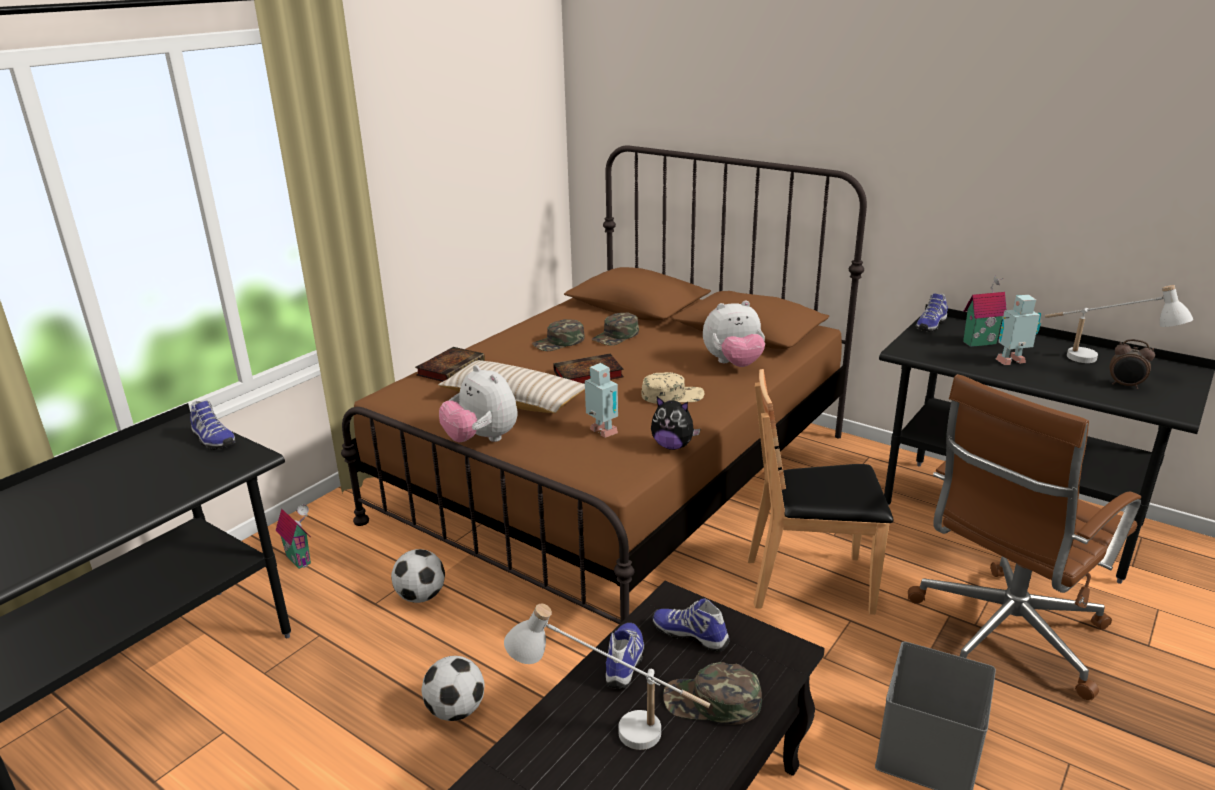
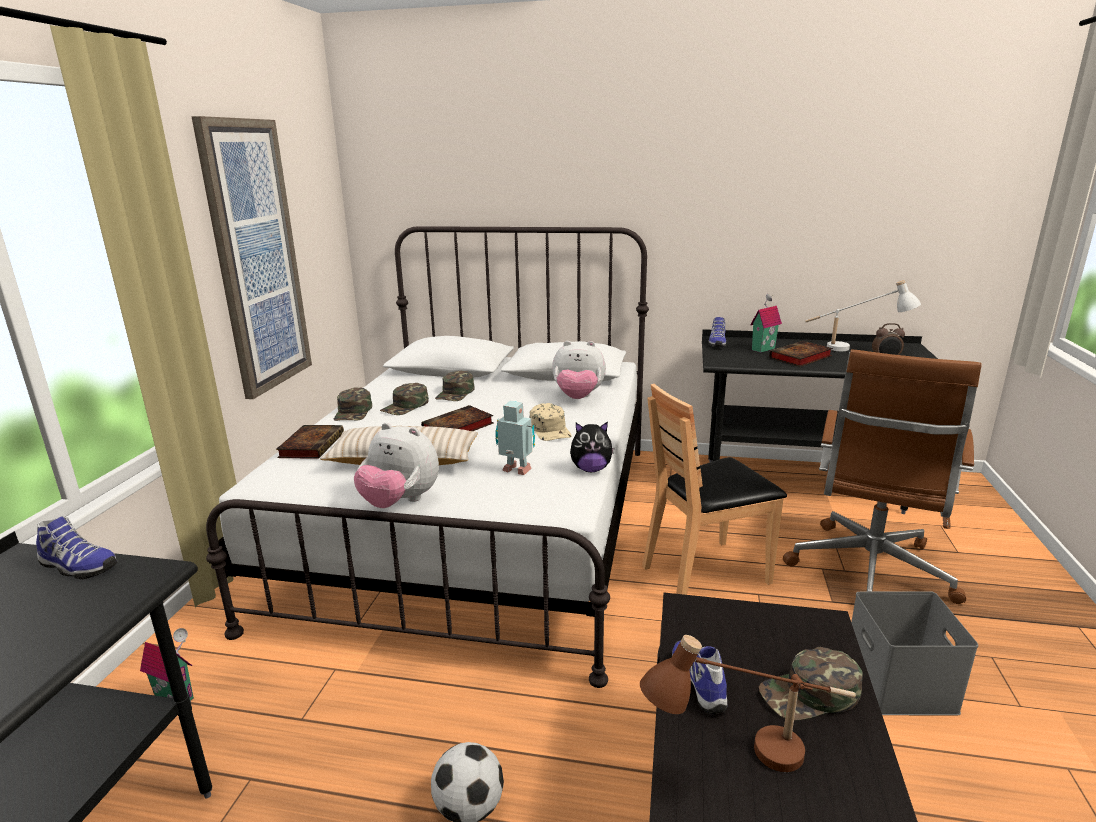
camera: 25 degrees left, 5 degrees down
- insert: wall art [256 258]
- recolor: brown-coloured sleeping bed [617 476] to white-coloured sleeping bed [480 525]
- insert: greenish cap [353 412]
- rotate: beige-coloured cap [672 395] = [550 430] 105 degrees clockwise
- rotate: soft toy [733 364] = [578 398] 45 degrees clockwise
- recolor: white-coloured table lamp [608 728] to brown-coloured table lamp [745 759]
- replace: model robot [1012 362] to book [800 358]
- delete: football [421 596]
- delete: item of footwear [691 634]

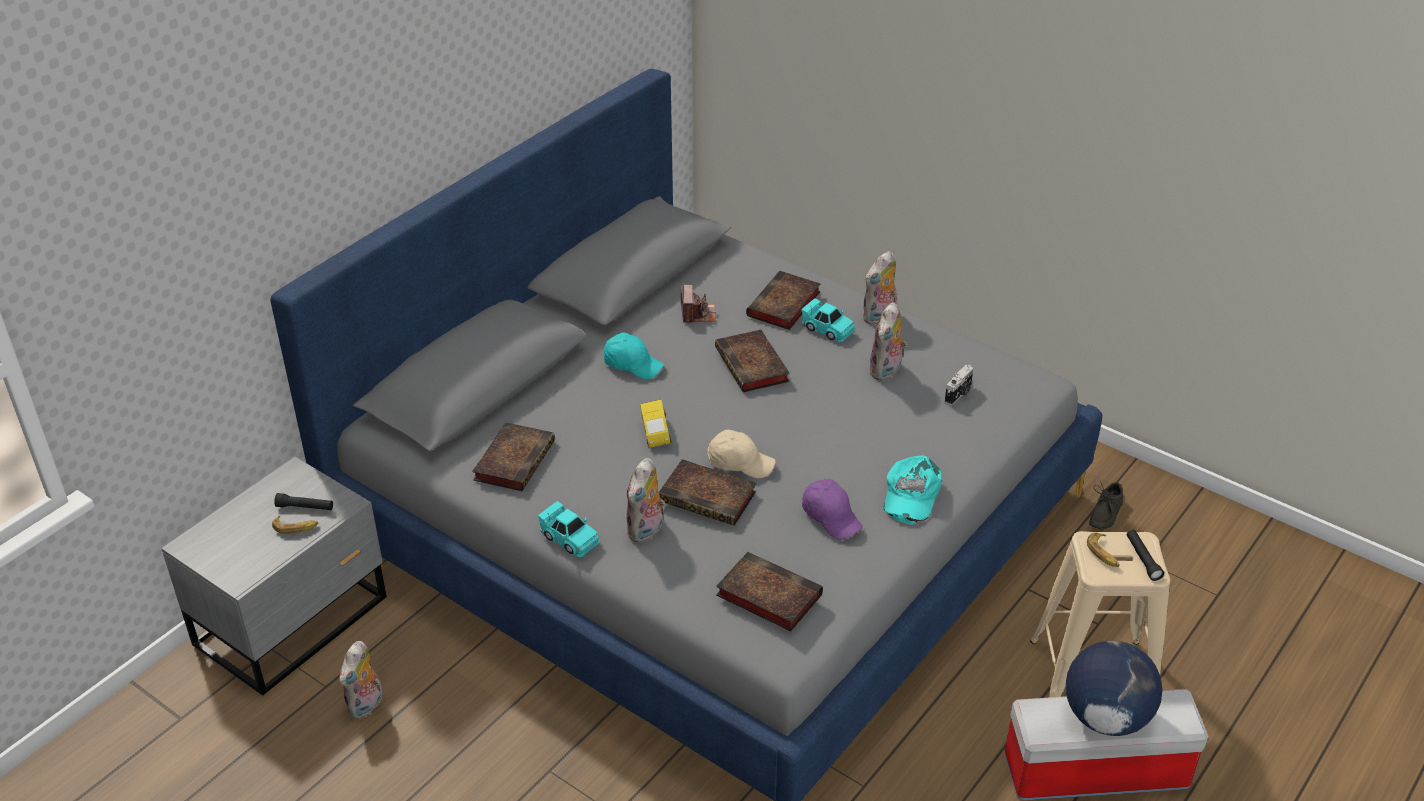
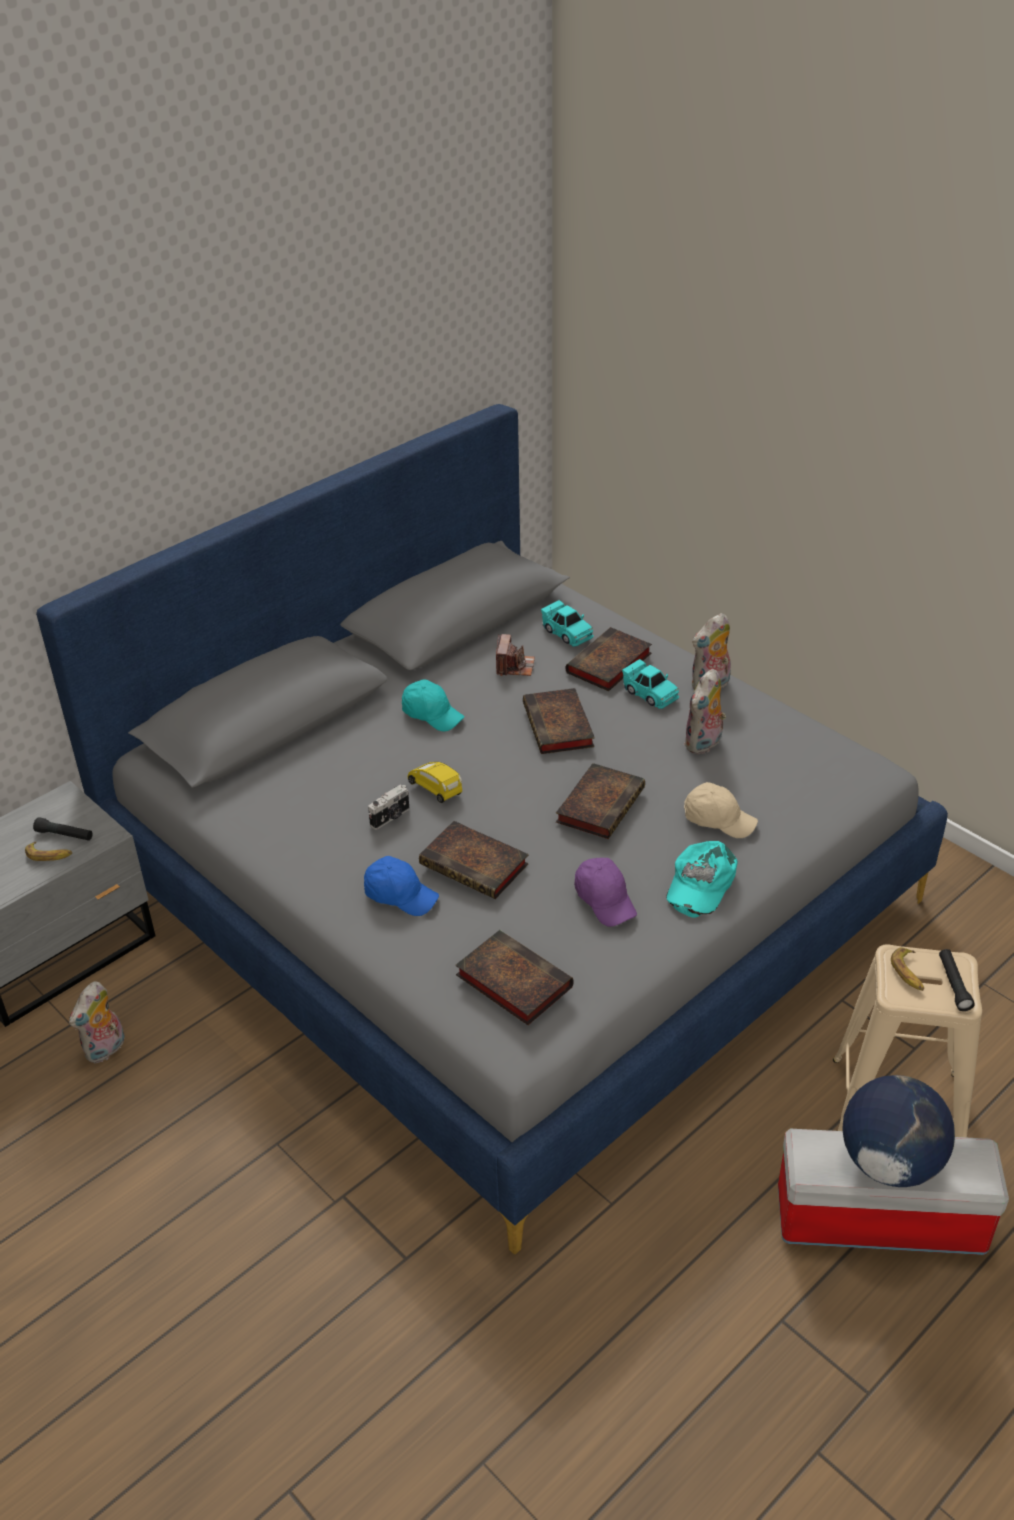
camera: 10 degrees right, 0 degrees up
- replace: soft toy [646 530] to blue cap [400 895]
- move: photo camera [959 394] to [391 817]
- rotate: yellowish model car [654 432] = [436 789] 135 degrees clockwise
- move: turquoise model car [569 538] to [567 633]
- move: book [514 459] to [600 804]
- move: beige-coloured cap [740 463] to [718 820]
- delete: gray item of footwear [1103 513]

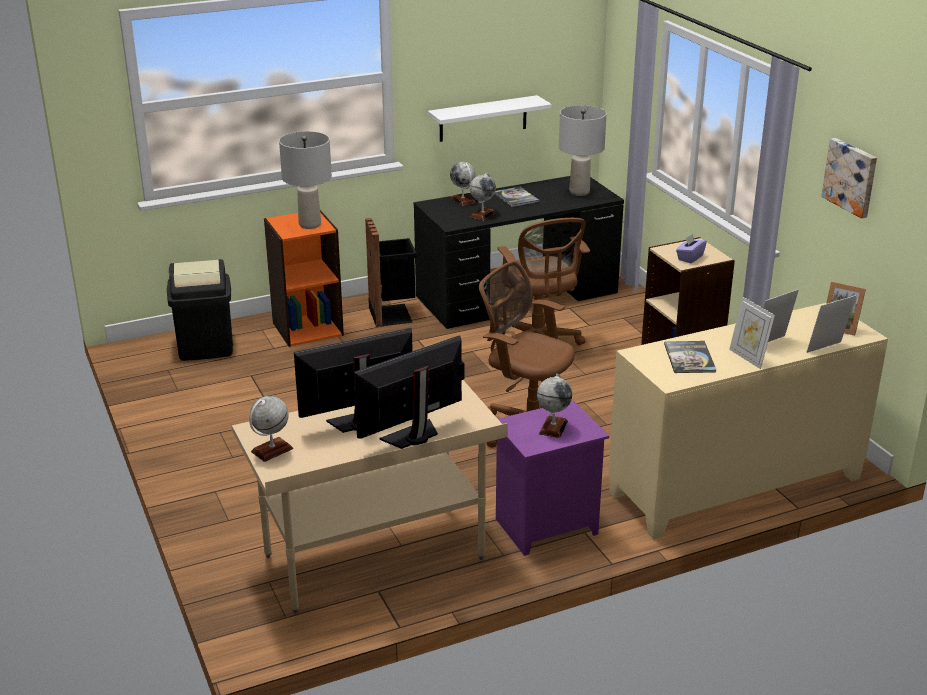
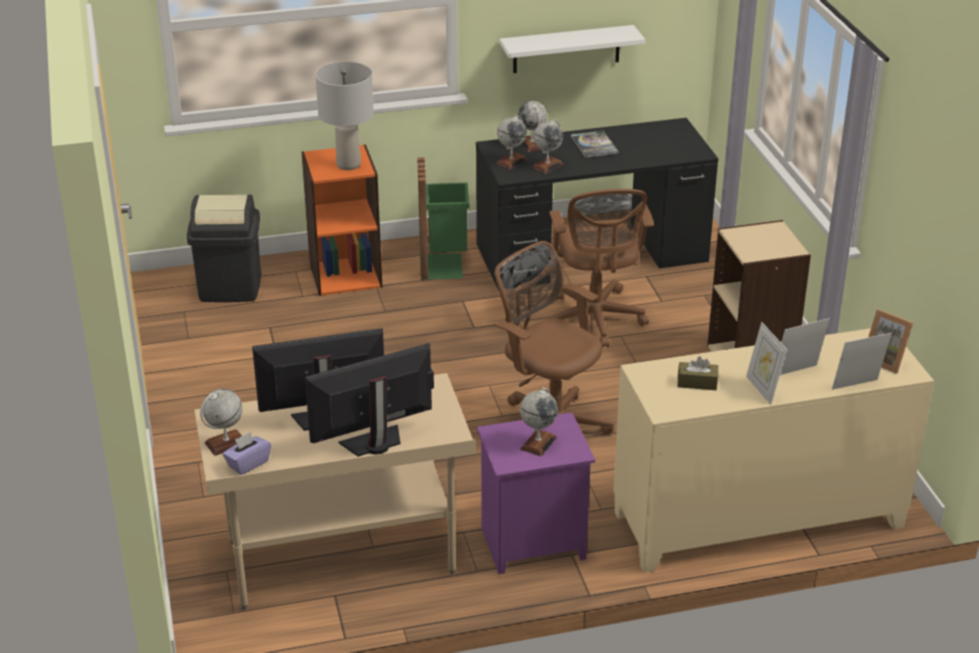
camera: 10 degrees right, 5 degrees up
- move: purplish tissue box [690 258] to [248 463]
- recolor: blackish trash can [393 314] to greenish trash can [444 266]
- insert: globe [511 161]
- replace: book [689 358] to brown-coloured tissue box [697 383]
- delete: gray table lamp [579 192]
- delete: wall art [851 177]

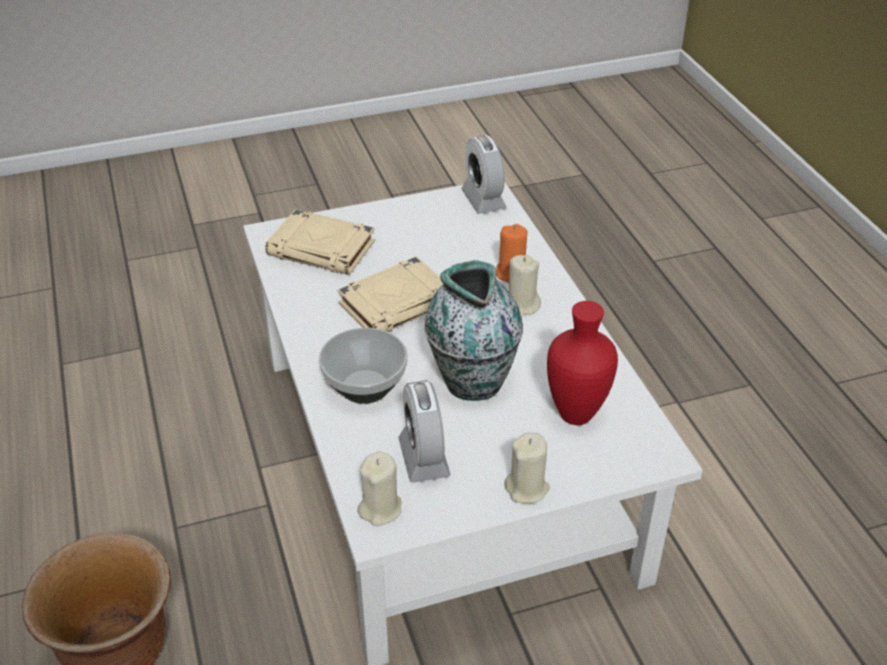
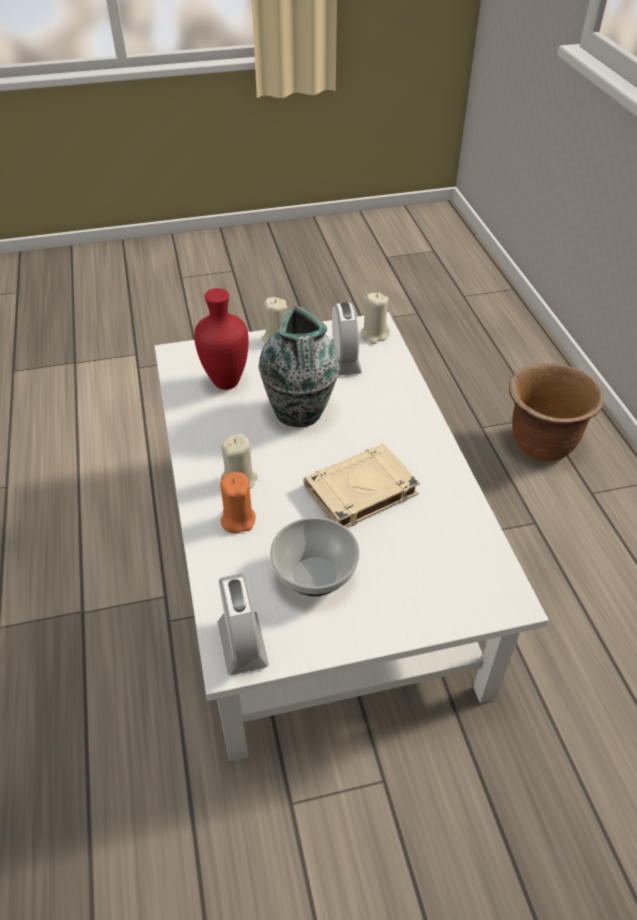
camera: 175 degrees left, 5 degrees up
- move: bowl [366 387] to [313 577]
- delete: beige-coloured book [323 249]

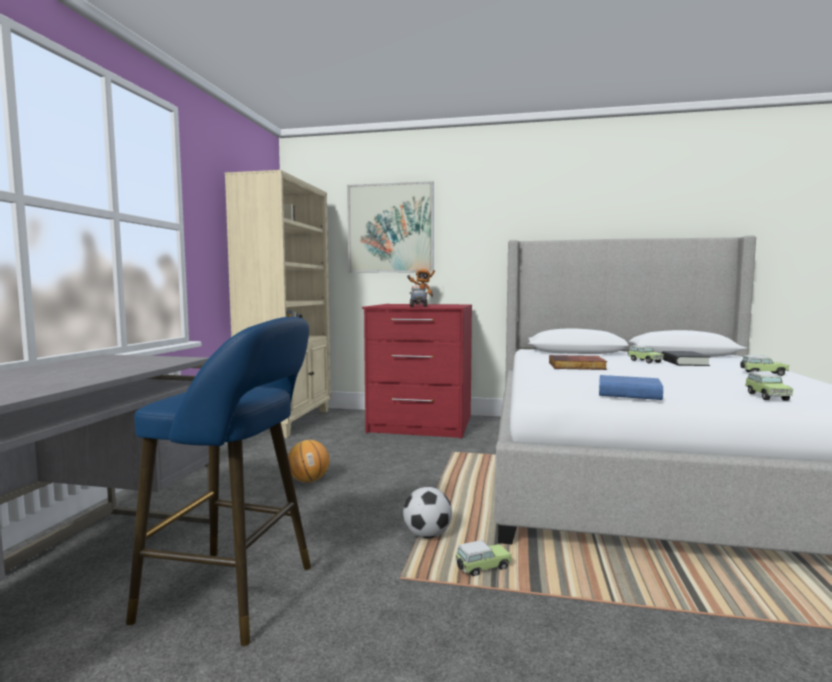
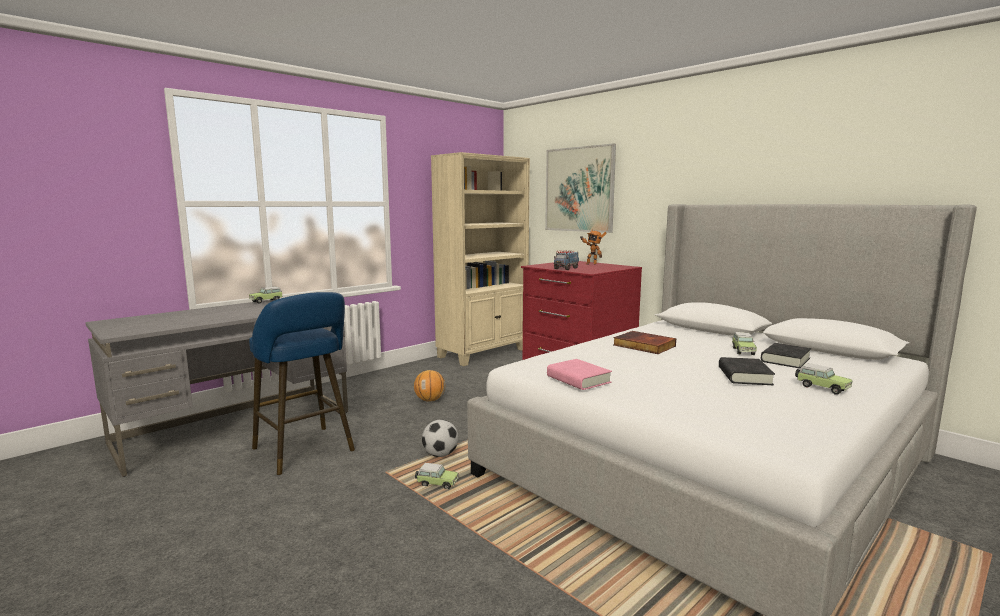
camera: 35 degrees right, 5 degrees up
- move: model car [766 396] to [267 301]
- recolor: blue book [629 393] to pink-coloured book [578 379]
- insert: blackish book [744 376]

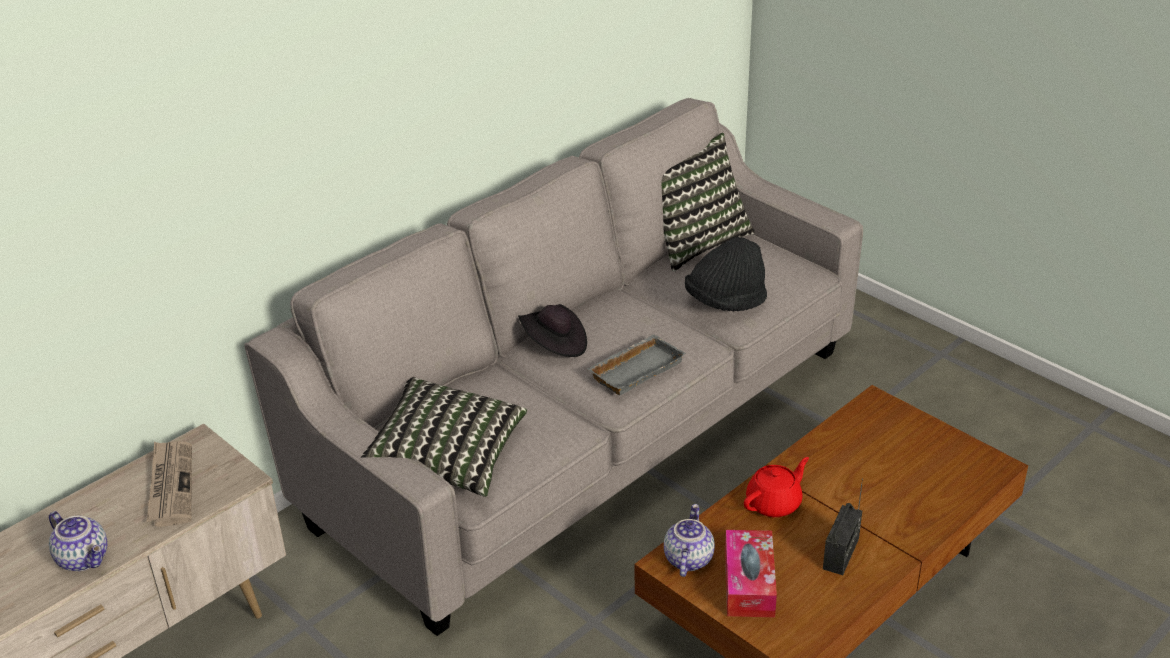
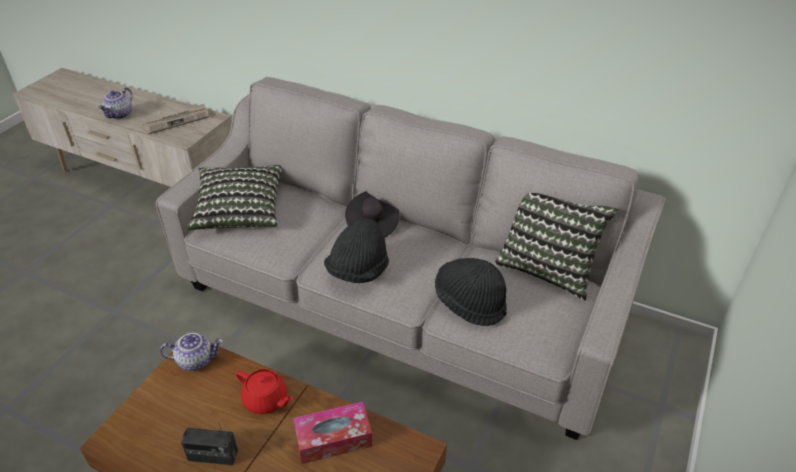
camera: 70 degrees right, 5 degrees up
- move: tissue box [749 583] to [333 439]
- replace: gray serving tray [635 369] to blackish wearable hat [358 271]

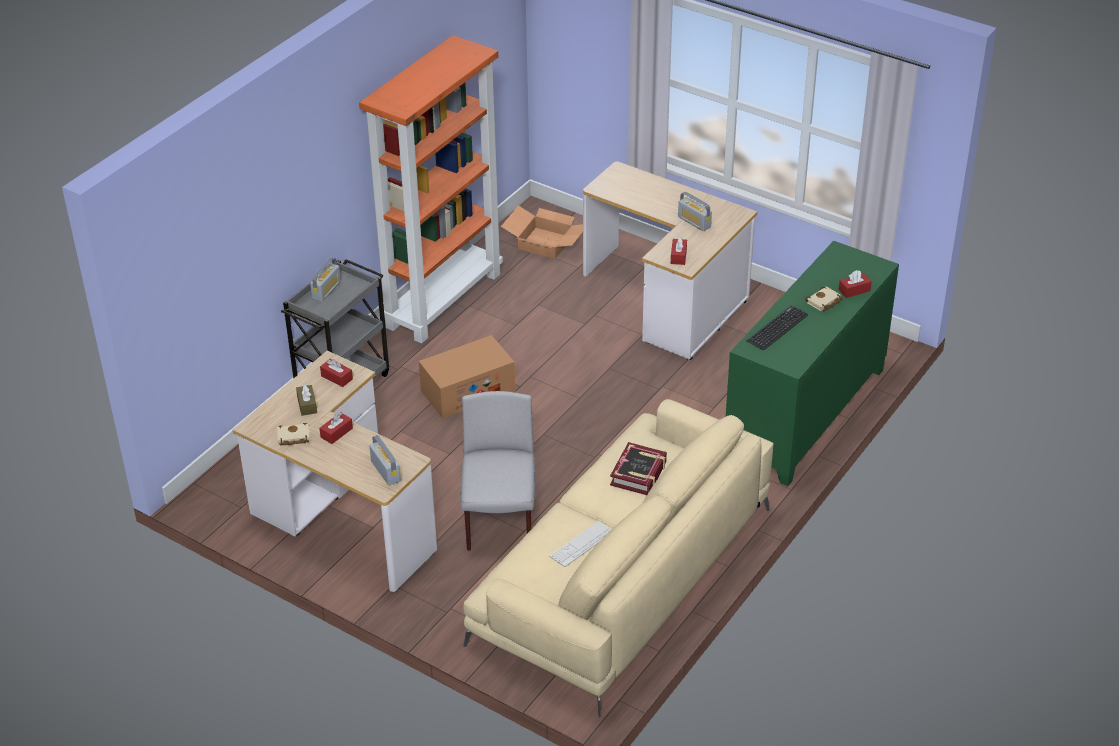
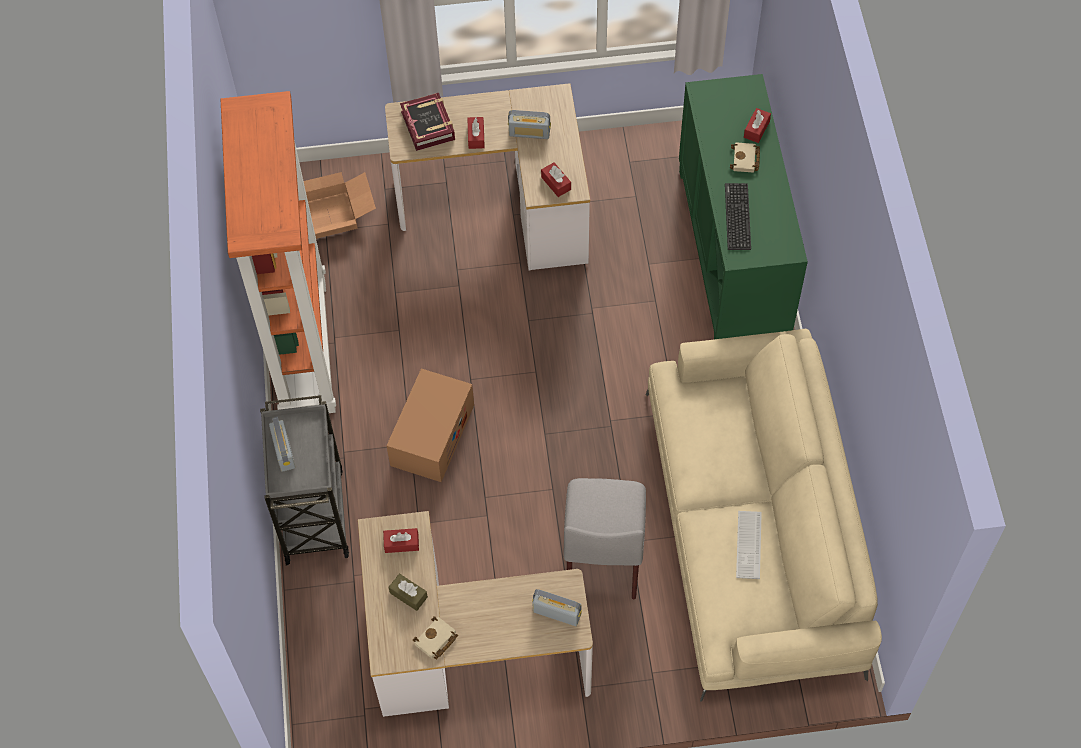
camera: 40 degrees left, 20 degrees up
- move: book [639 474] to [428 125]
- move: reddish tissue box [336 433] to [476 136]
- rotate: gray upright chair [500 522] = [603 554] 135 degrees counterclockwise

